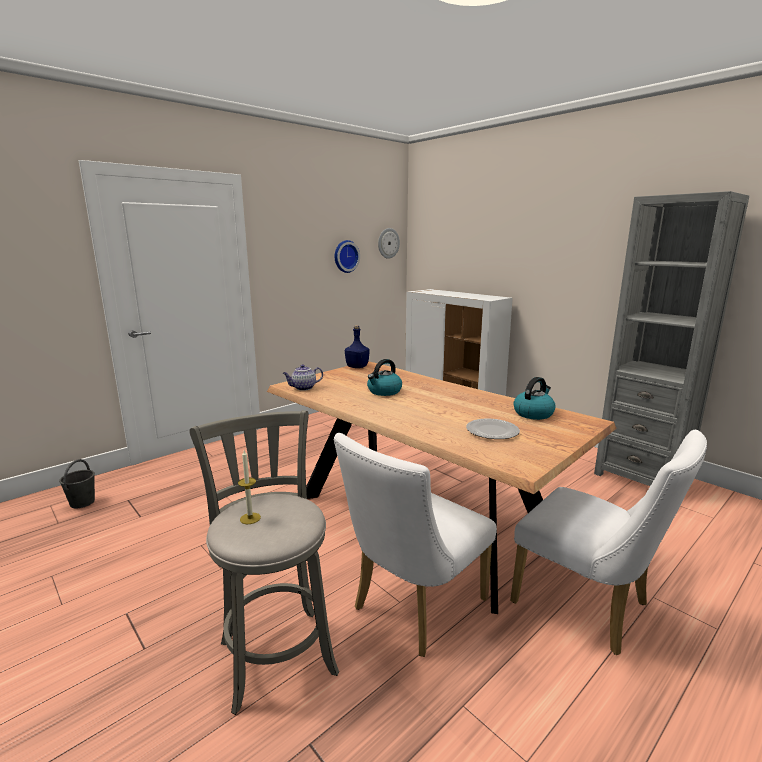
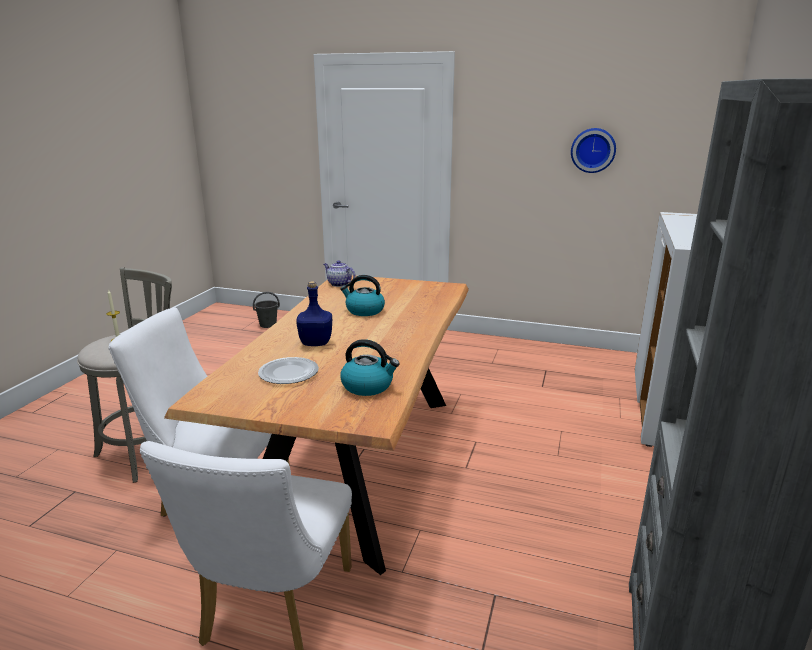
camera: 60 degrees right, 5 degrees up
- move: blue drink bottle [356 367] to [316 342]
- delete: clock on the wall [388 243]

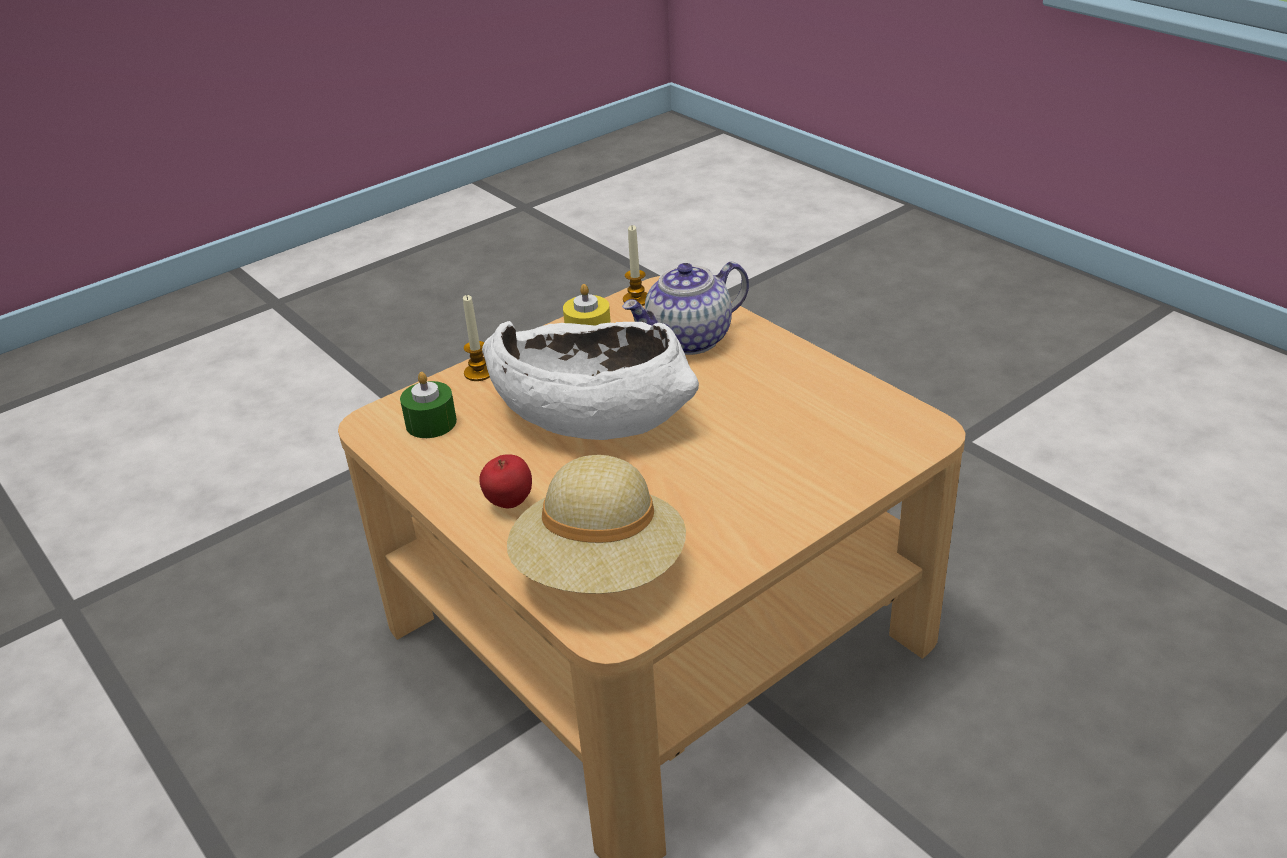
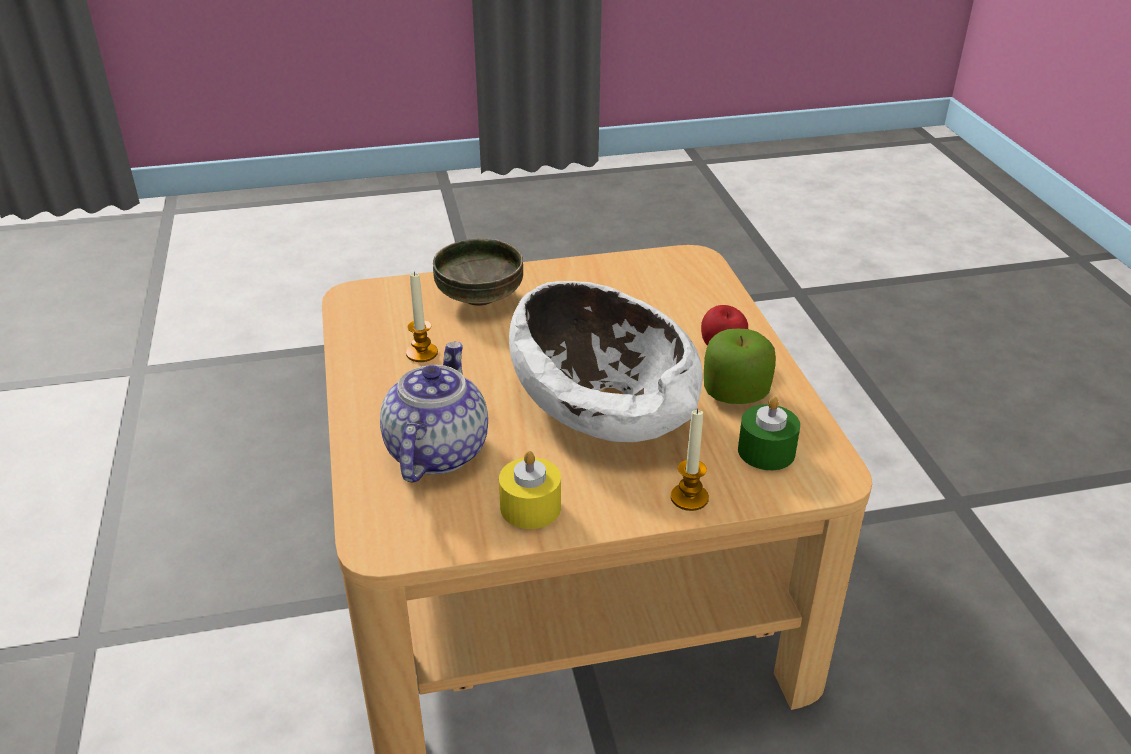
camera: 155 degrees left, 0 degrees up
- rotate: tea pot [688 340] = [435 451] 75 degrees counterclockwise
- move: wax light [636 299] to [422 353]
- insert: bowl [480 297]
- insert: whole apple [735 392]
- delete: beige-coloured wearable hat [600 570]

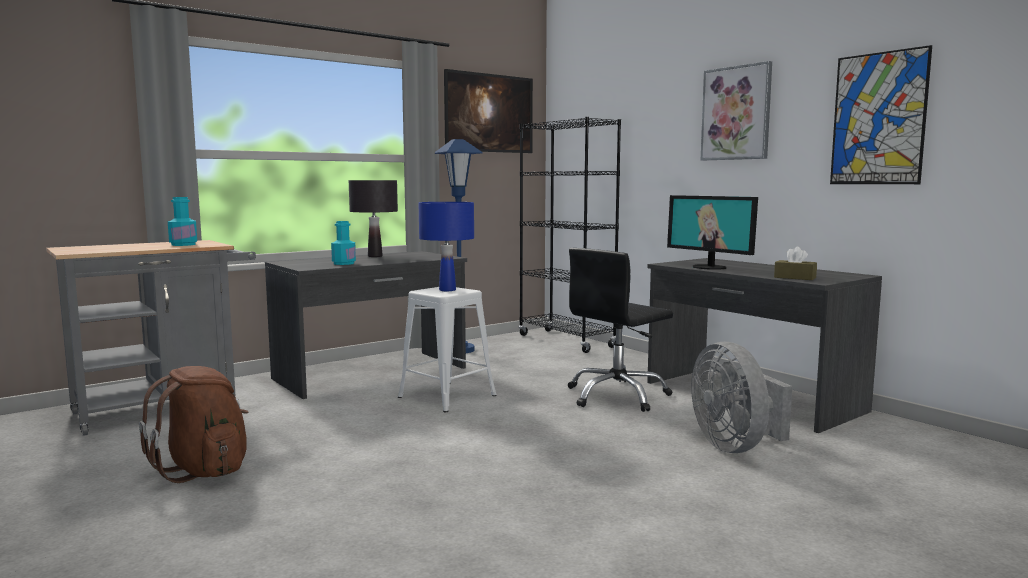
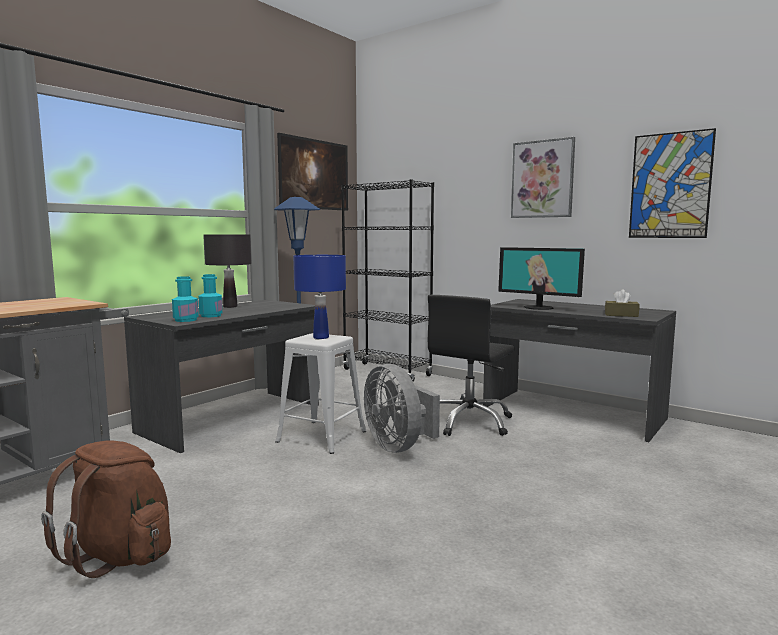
camera: 15 degrees left, 0 degrees up
- move: turquoise drink bottle [183 244] to [186 320]
- move: gray cooling fan [735 446] to [399 446]

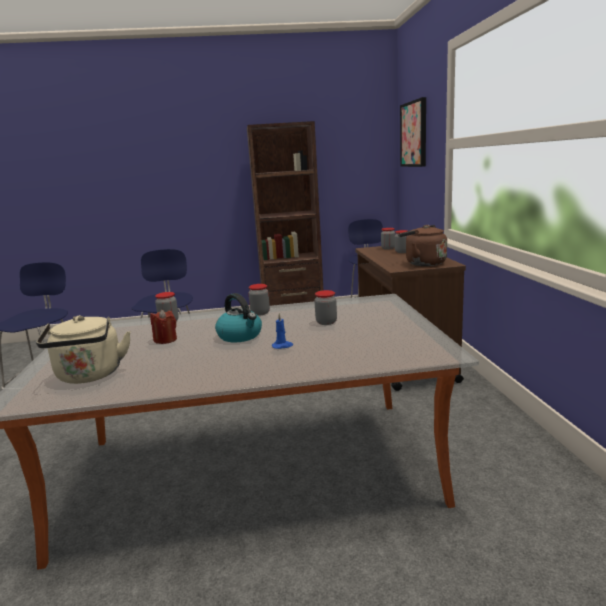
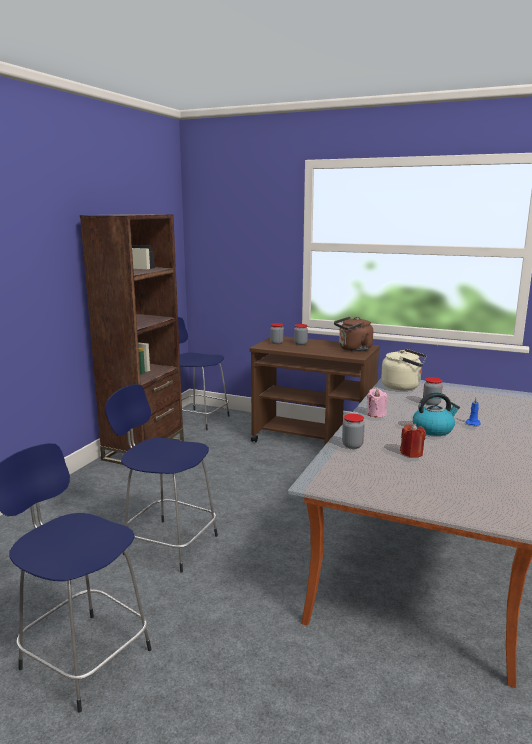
camera: 60 degrees left, 0 degrees up
- replace: jar [260 313] to pink-coloured wax light [376 414]
- move: beige-coloured tea kettle [89 376] to [403 386]
- delete: wall art [414 134]

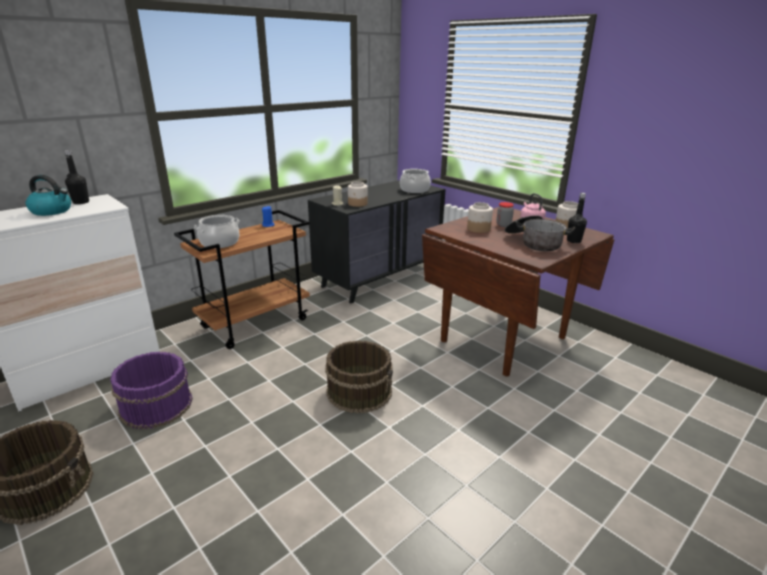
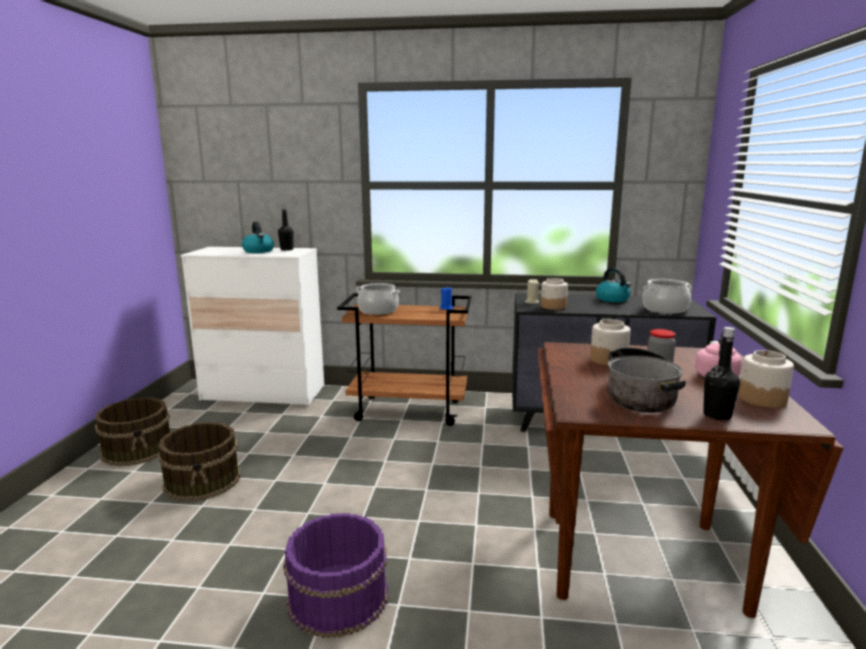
camera: 50 degrees right, 10 degrees down
- move: brown-coloured water bucket [359 391] to [203 480]
- move: purplish water bucket [155 406] to [337 597]
- insert: tea kettle [613 299]

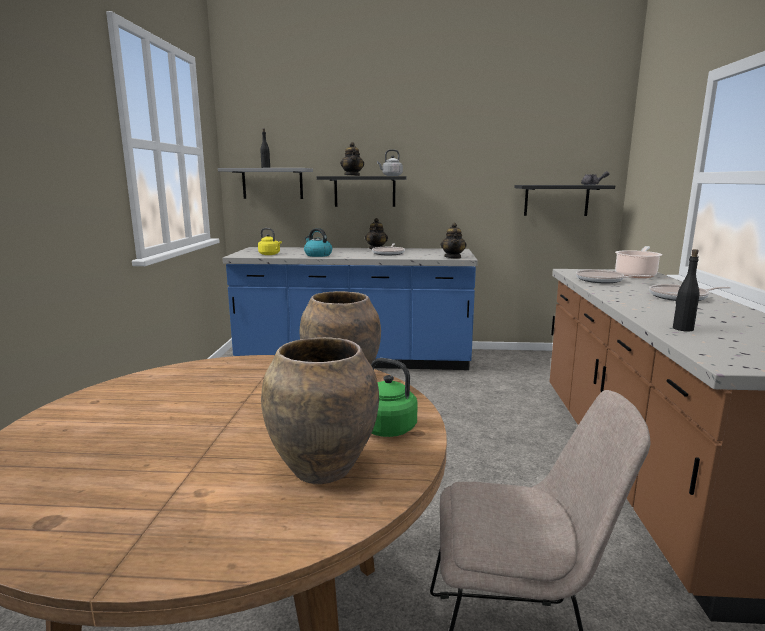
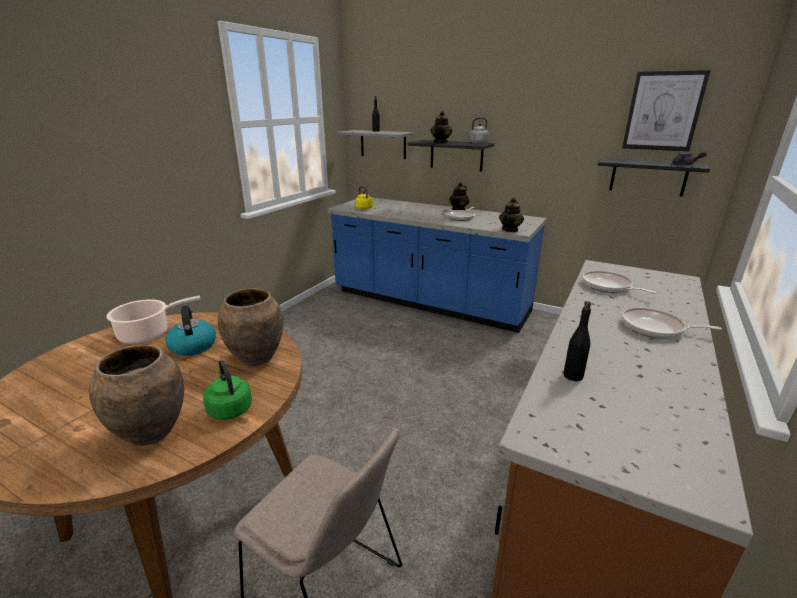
camera: 25 degrees right, 10 degrees up
- move: cooking pot [636 275] to [148 334]
- move: tea kettle [317 255] to [193 346]
- insert: wall art [663 111]

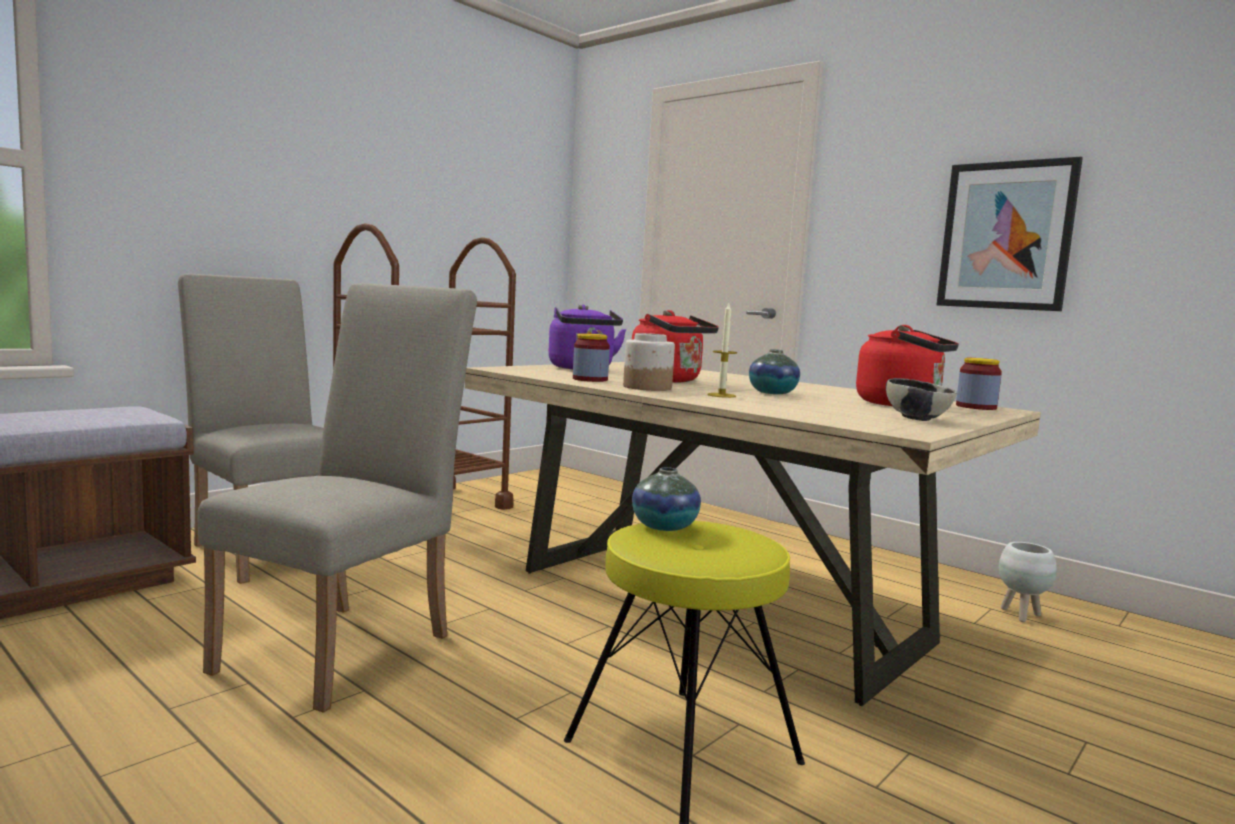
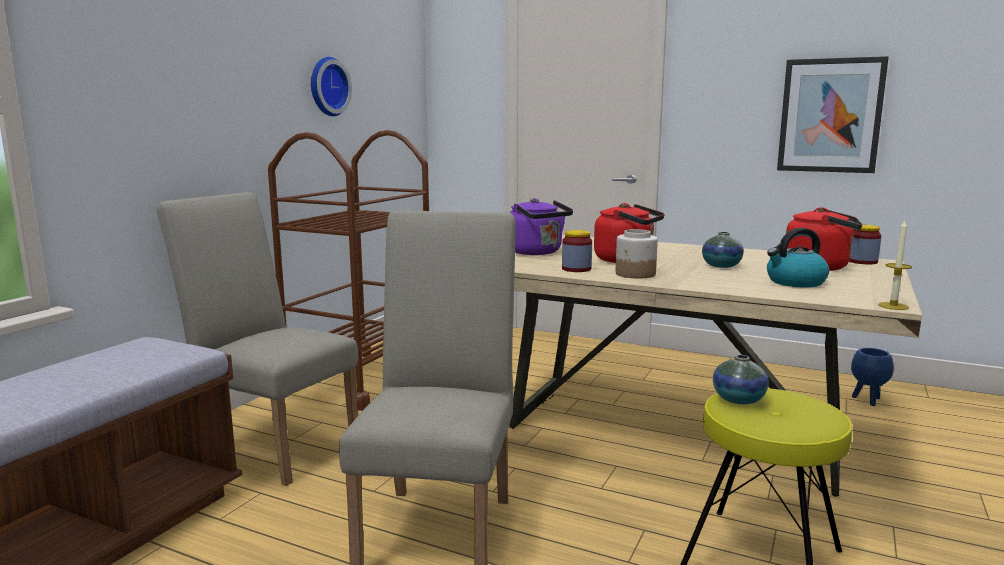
camera: 15 degrees left, 5 degrees up
- insert: clock on the wall [326 87]
- insert: tea kettle [795 282]
- recolor: white-coloured plant pot [1020 615] to blue plant pot [867 400]
- move: wax light [721 395] to [893 306]
- delete: bowl [917 419]

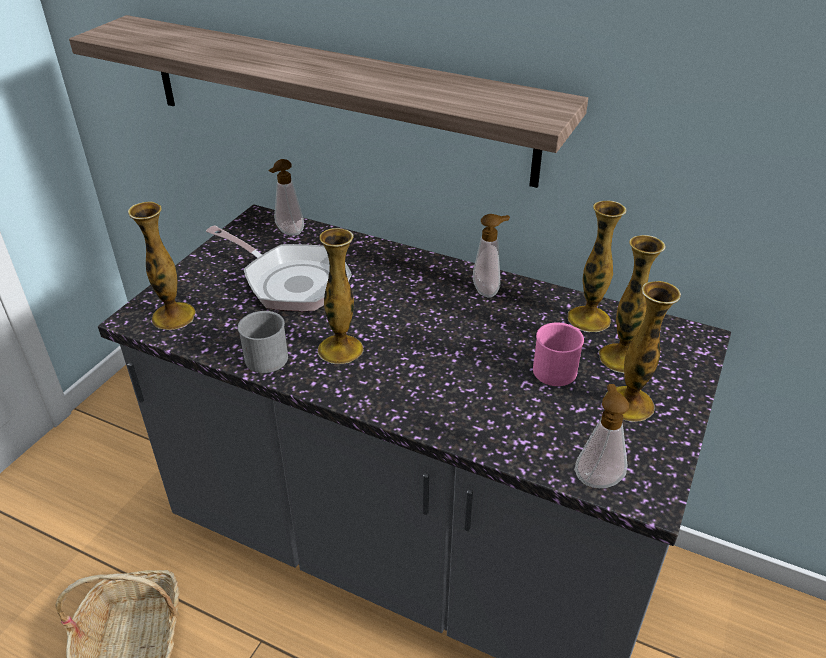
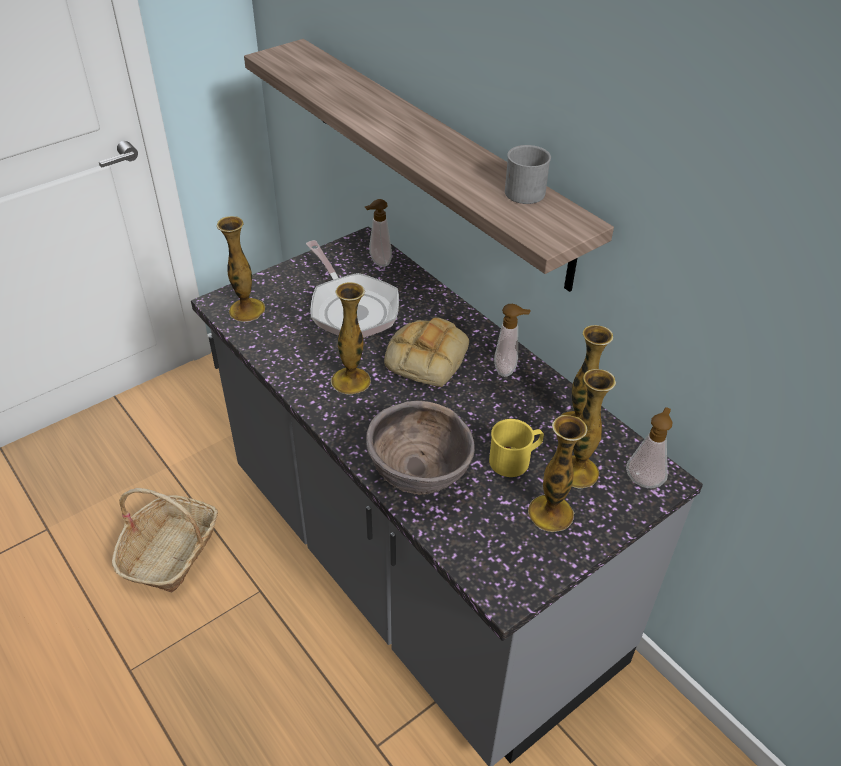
camera: 25 degrees right, 5 degrees up
- insert: brown-coloured bowl [419 478]
- insert: bakery bread [425 357]
- recolor: pink-coloured mug [558 367] to yellowish mug [515 459]
- move: gray mug [264 354] to [524 189]
- move: soap dispenser [597 478] to [644 479]

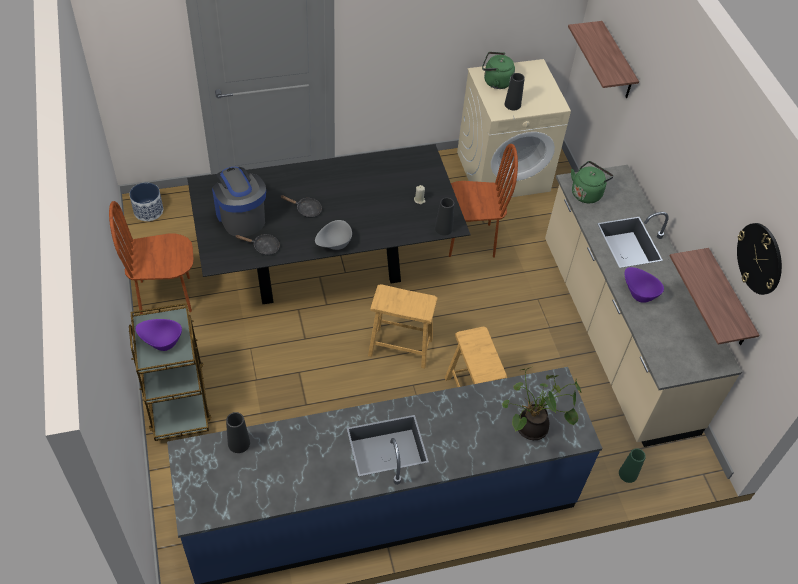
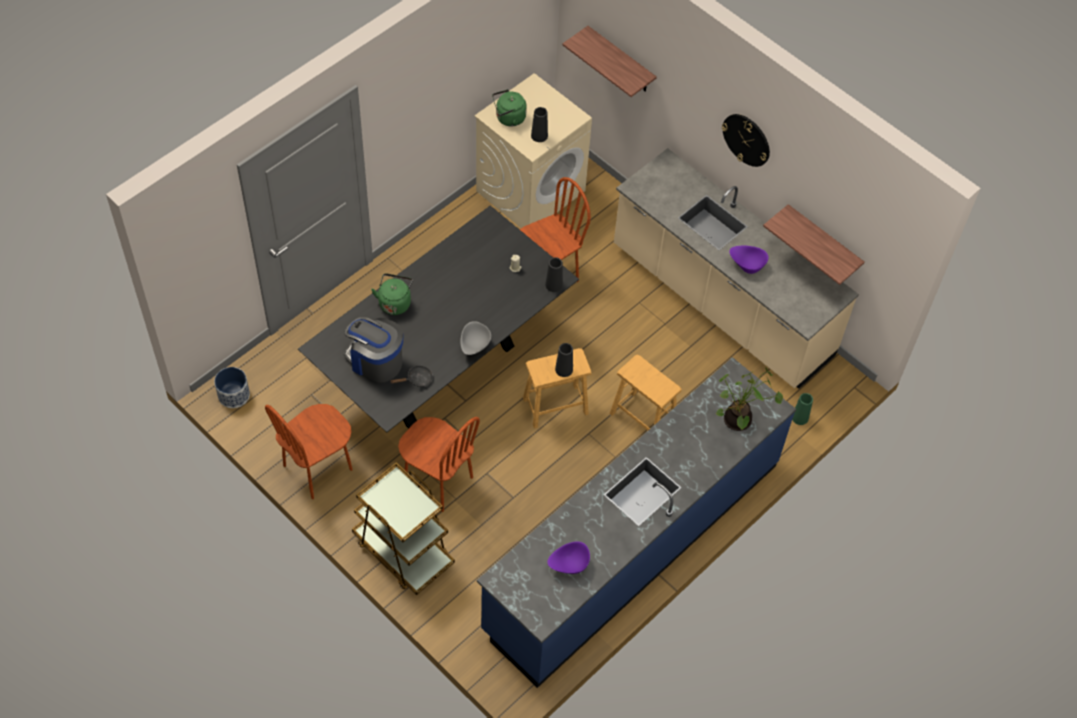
camera: 30 degrees left, 5 degrees up
- move: greenish tea kettle [587 193] to [395 302]
- insert: brown-coloured upright chair [438 481]
- move: purplish bowl [161 342] to [569 565]
- move: blackish decorative vase [239 443] to [564 369]
- move: clock on the wall [760 258] to [746 139]
- delete: blackish pan [306 210]

